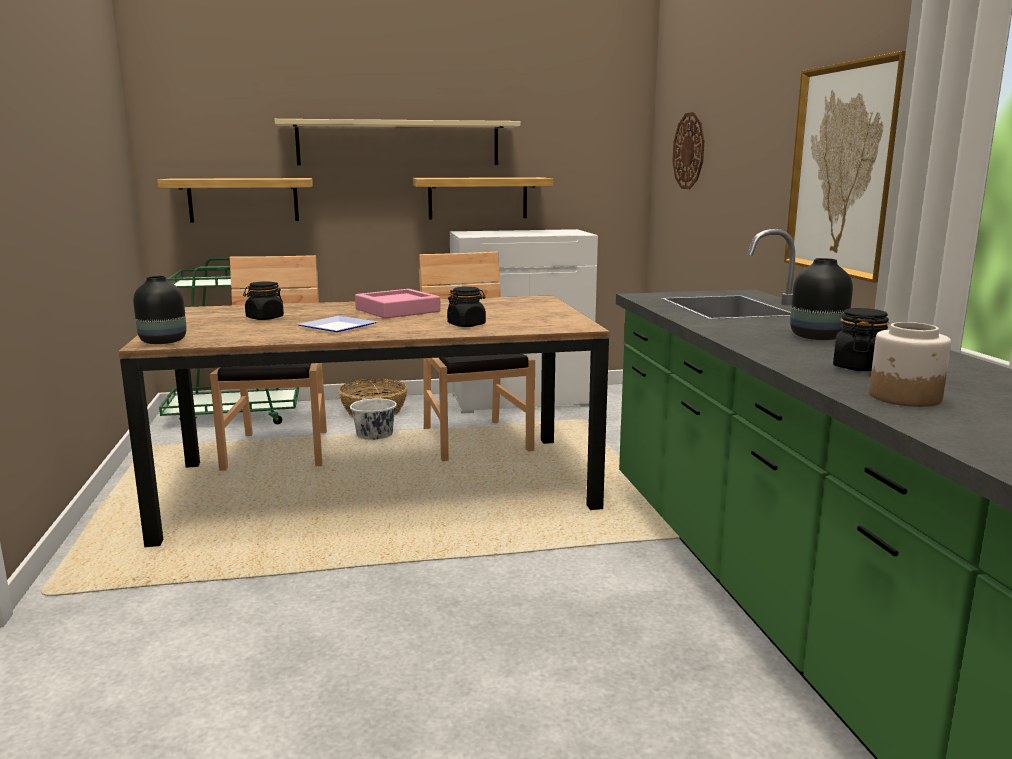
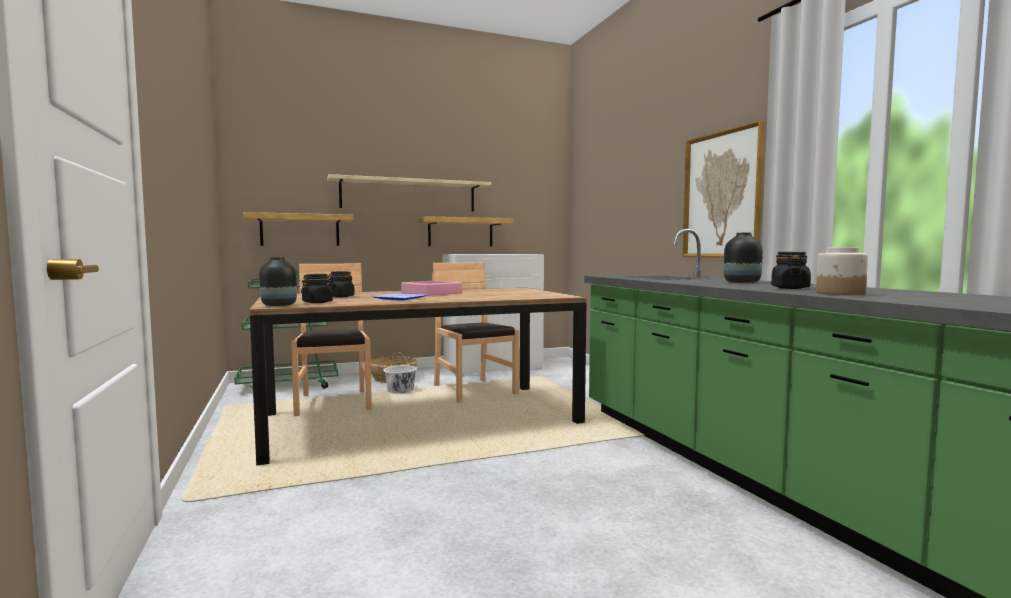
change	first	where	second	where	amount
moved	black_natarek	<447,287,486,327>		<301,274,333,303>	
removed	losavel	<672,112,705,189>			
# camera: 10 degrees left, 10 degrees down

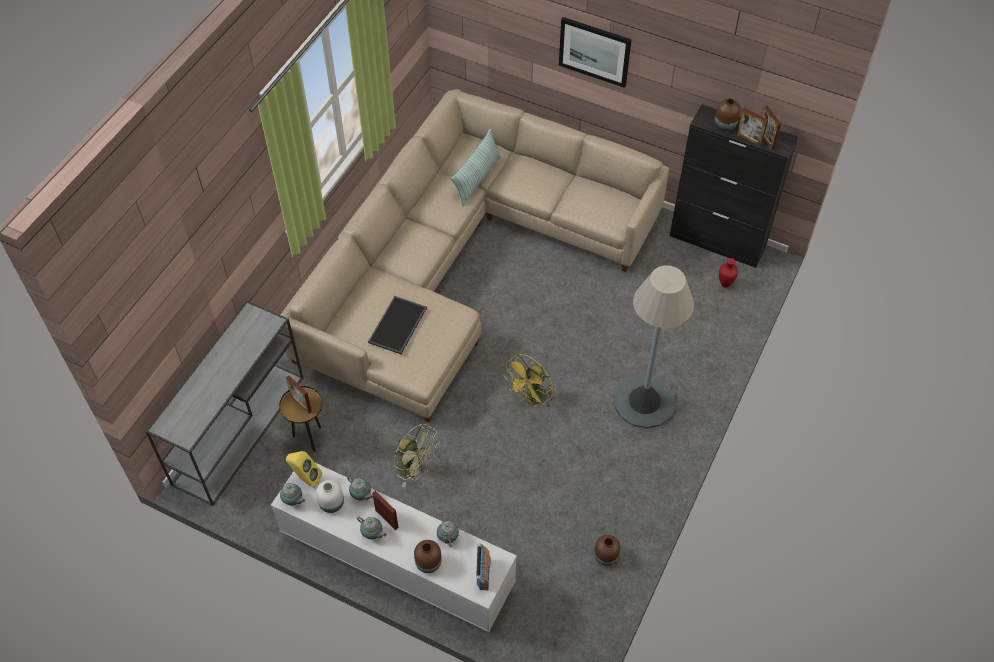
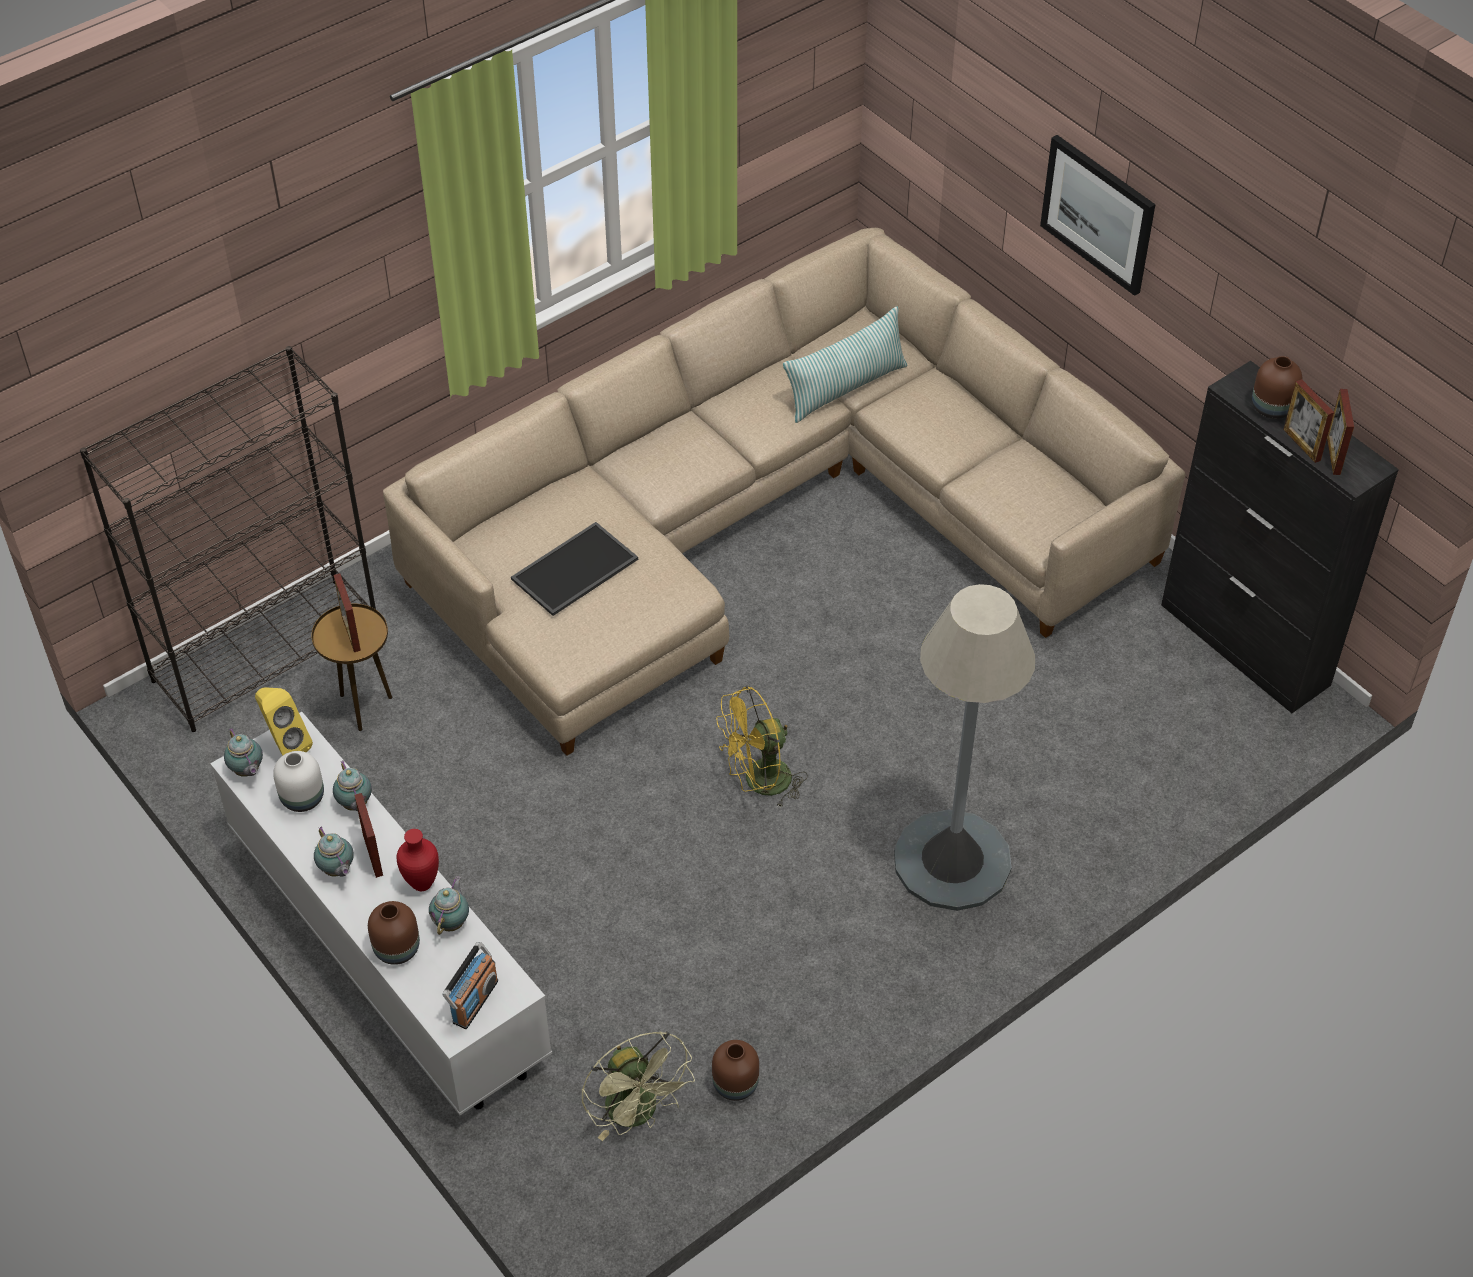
change	first	where	second	where	amount
replaced	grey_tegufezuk	<145,301,303,506>	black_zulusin	<80,346,376,732>	
moved	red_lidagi	<719,258,738,288>		<396,829,439,891>	
moved	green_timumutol	<393,423,440,488>		<581,1031,695,1141>	
# camera: 25 degrees right, 5 degrees down

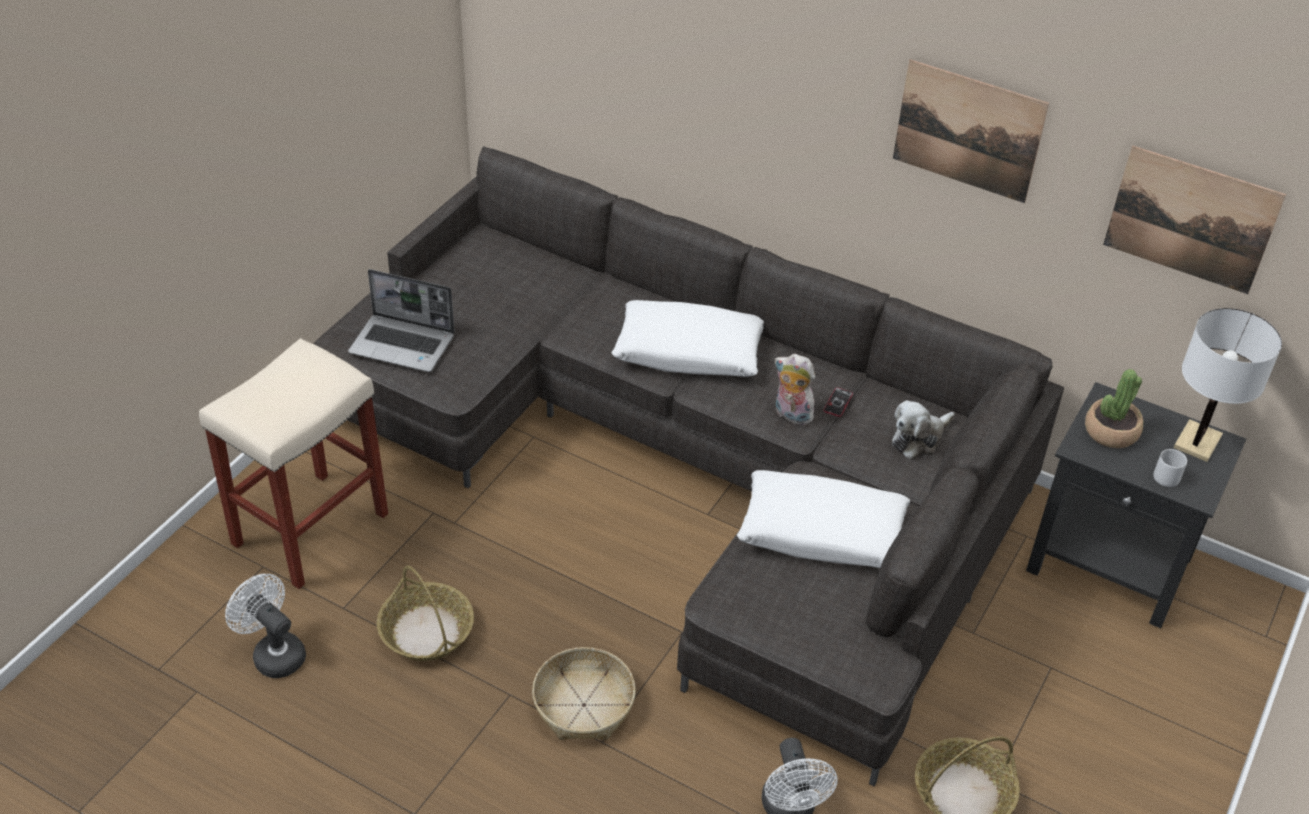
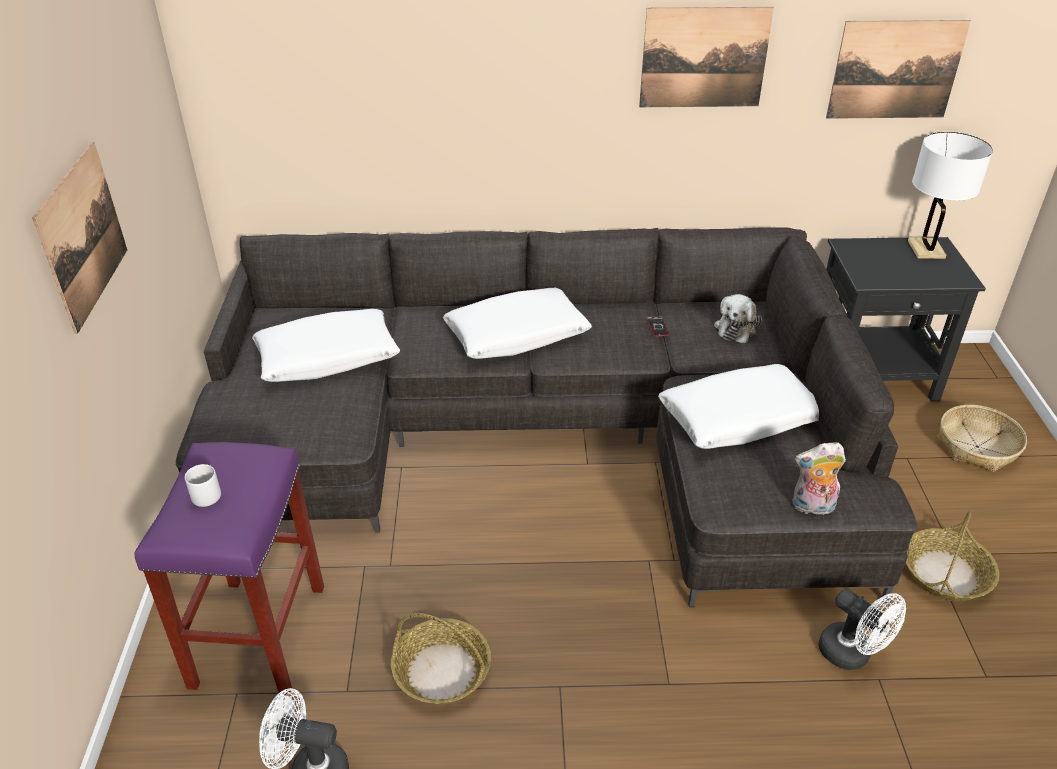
change	first	where	second	where	amount
added			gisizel	<32,142,127,334>	
recoloured	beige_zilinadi	<199,338,388,589>	purple_zilinadi	<135,442,324,696>	
moved	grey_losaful	<1154,449,1187,487>		<185,464,221,507>	
added			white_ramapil	<252,309,400,382>	
moved	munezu	<774,354,817,425>		<792,442,846,515>	
moved	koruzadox	<532,647,636,740>		<939,405,1027,472>	
removed	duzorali	<348,269,455,372>			
removed	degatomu	<1085,369,1143,448>			
# camera: 30 degrees left, 5 degrees down

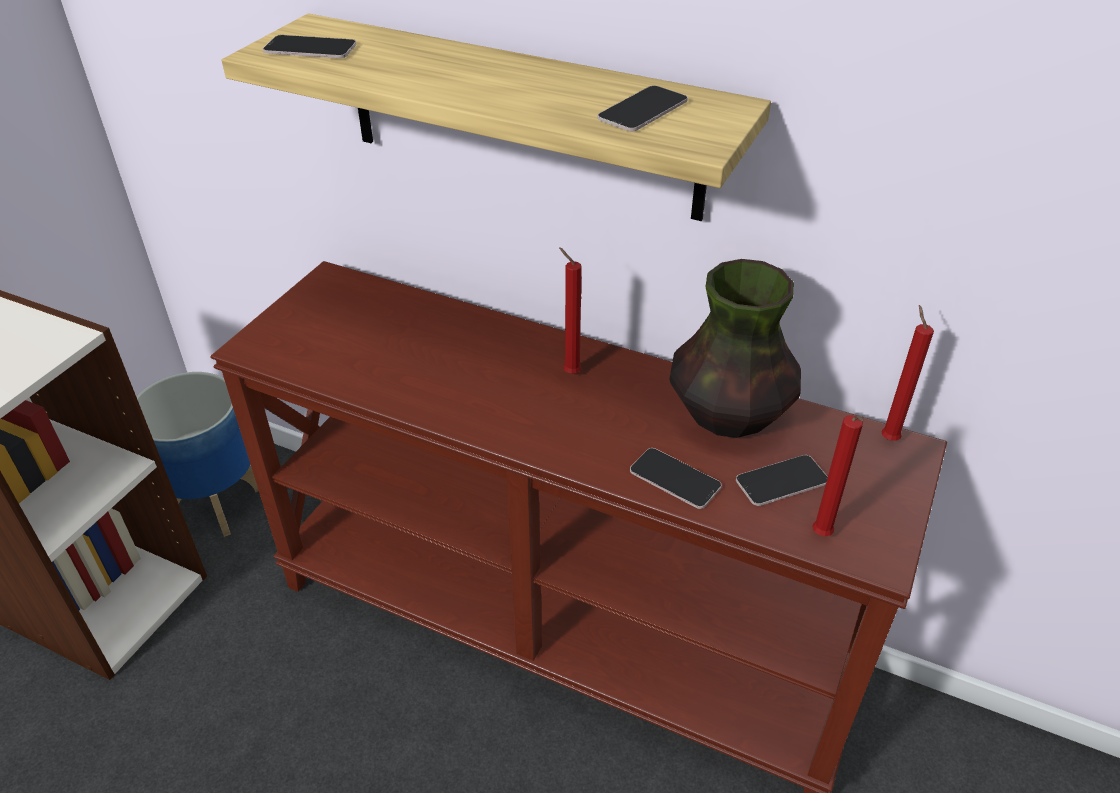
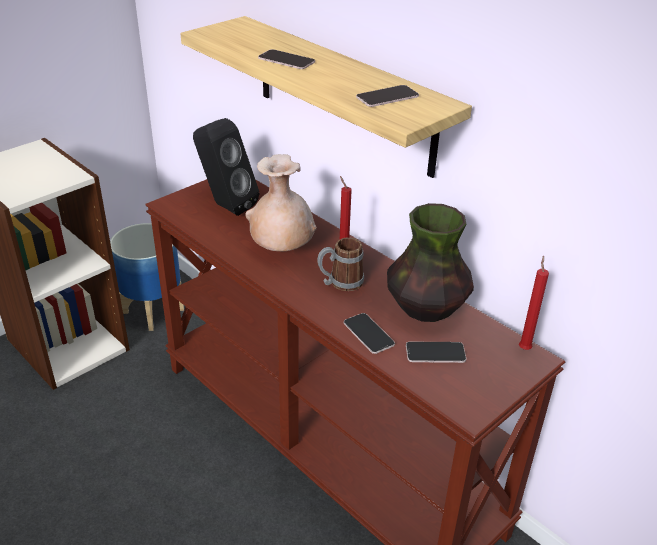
change	first	where	second	where	amount
added			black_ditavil	<193,118,259,216>	
added			beige_lidagi	<245,154,317,251>	
moved	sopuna	<263,35,356,58>		<258,49,315,69>	
added			losaful	<317,237,364,291>	
removed	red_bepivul	<812,415,864,536>			
# camera: 20 degrees right, 5 degrees down

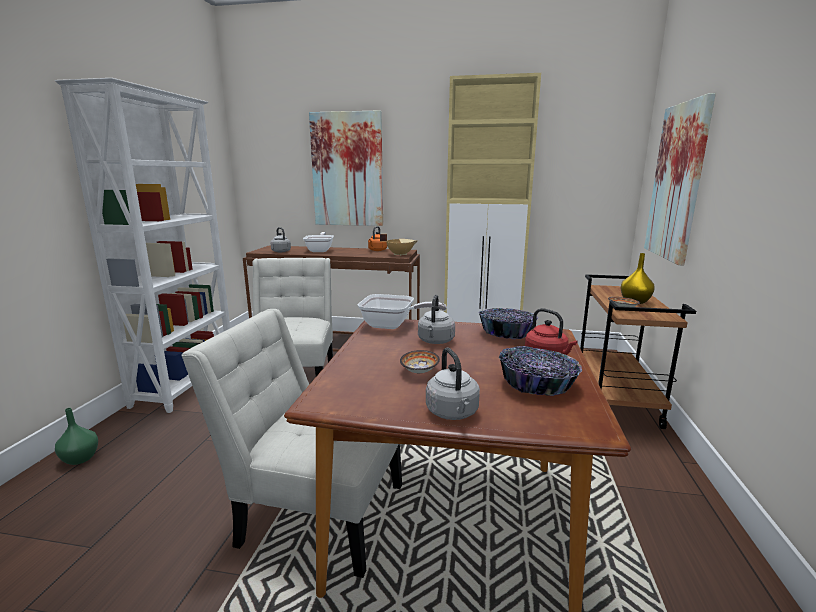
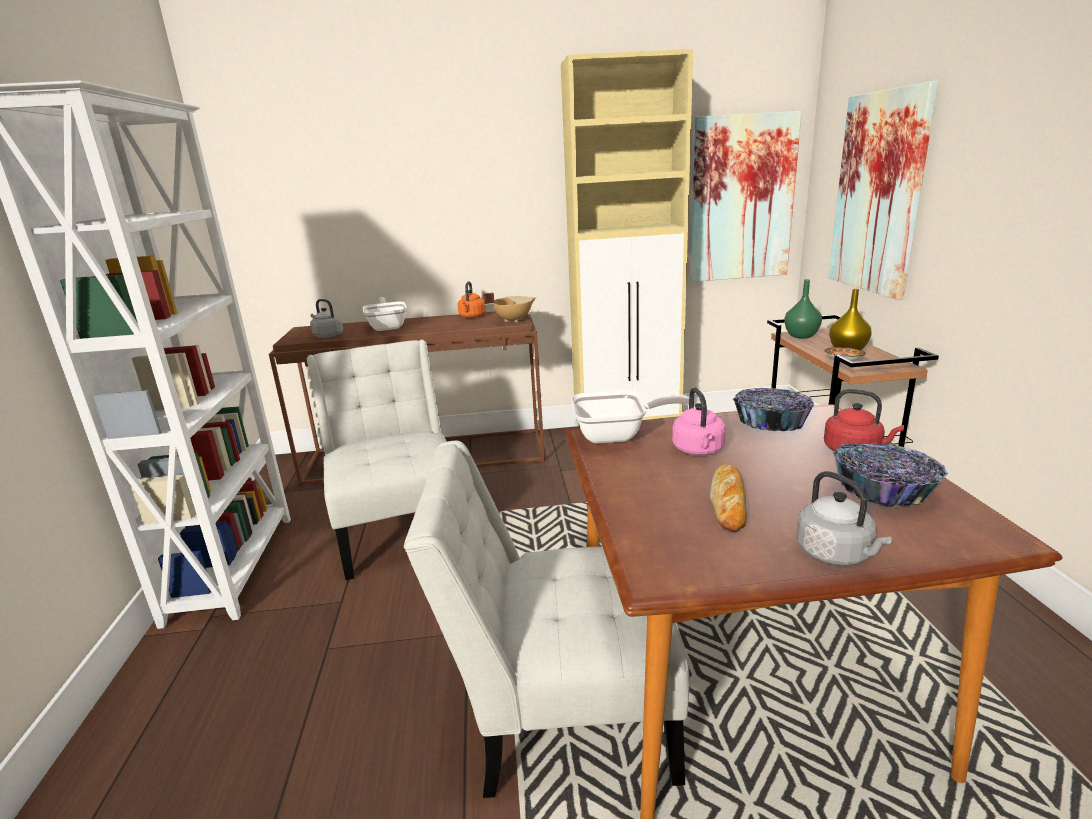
change	first	where	second	where	amount
recoloured	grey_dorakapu	<418,295,455,344>	pink_dorakapu	<672,387,726,456>	
moved	gisizel	<309,110,383,226>		<690,111,802,282>	
replaced	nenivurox	<400,350,440,373>	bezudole	<710,464,747,532>	
moved	green_lidagi	<55,408,98,465>		<784,279,822,339>	
# camera: 15 degrees left, 5 degrees up

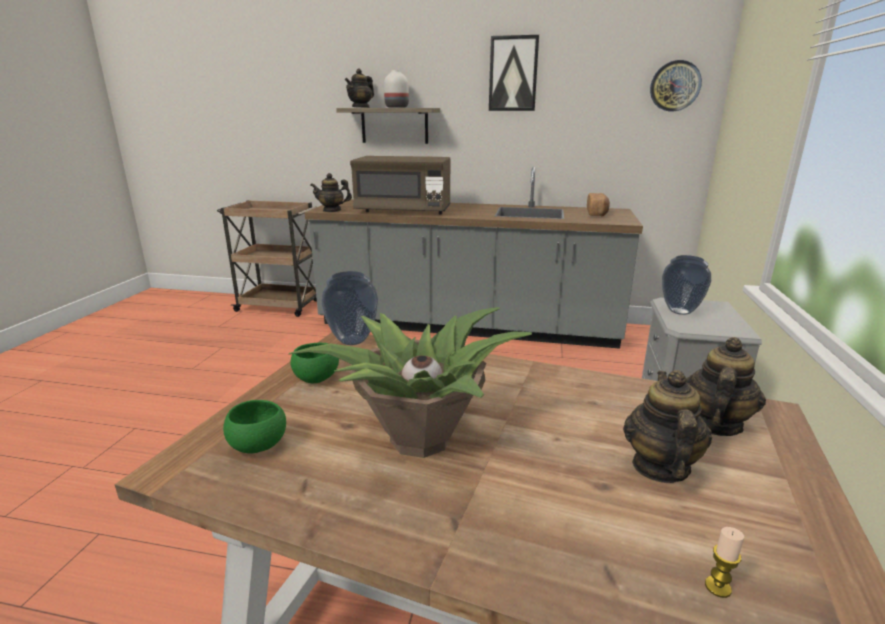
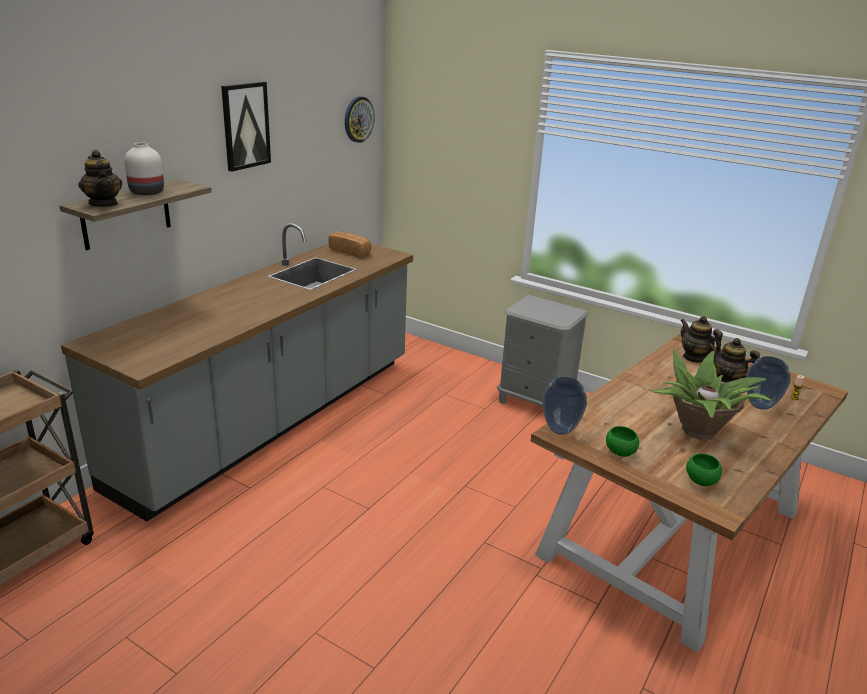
change	first	where	second	where	amount
moved	lidagi	<662,255,711,315>		<746,356,791,410>	
removed	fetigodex	<310,173,352,212>			
removed	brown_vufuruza	<350,156,451,214>			
# camera: 70 degrees left, 5 degrees up

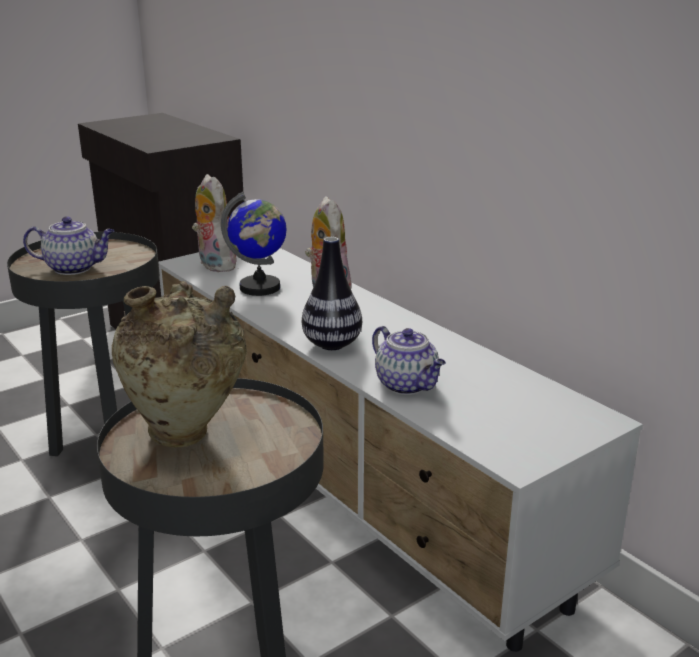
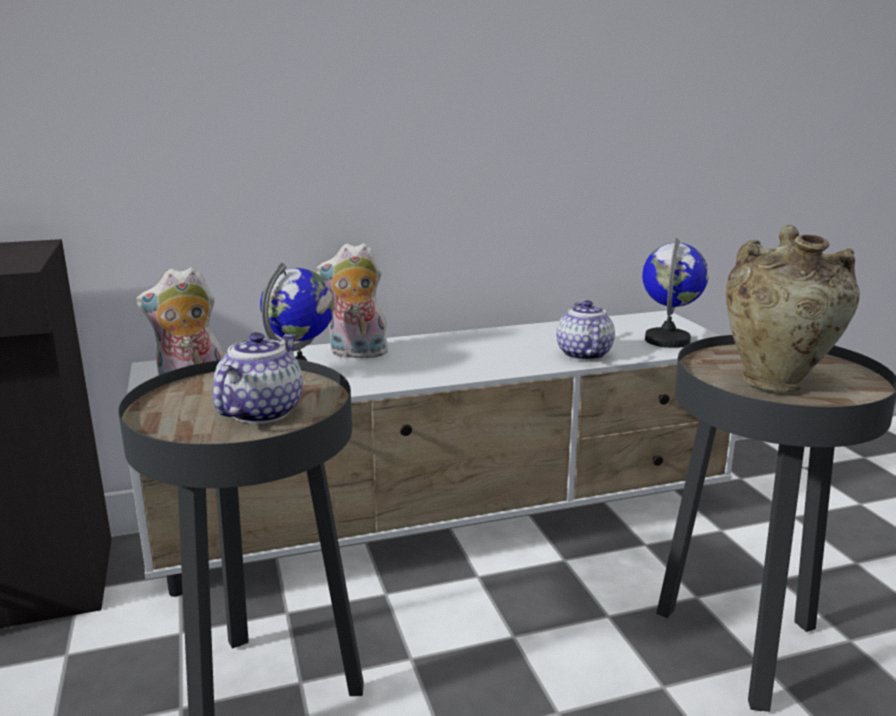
change	first	where	second	where	amount
turned	fetigodex	<372,326,446,395>		<556,300,615,361>	75 degrees counterclockwise
added			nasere	<642,238,709,348>	
removed	lidagi	<302,237,362,350>			
# camera: 70 degrees left, 5 degrees down

